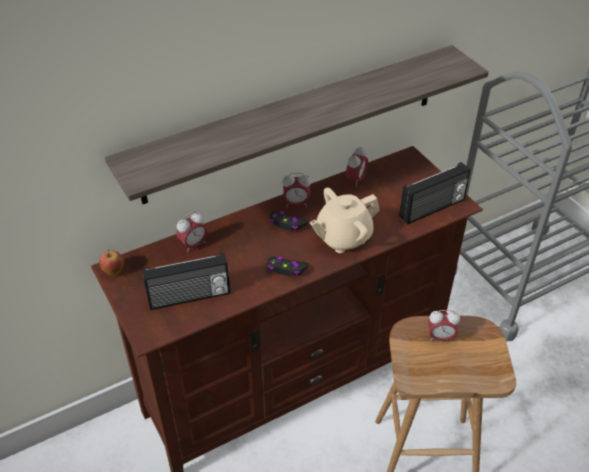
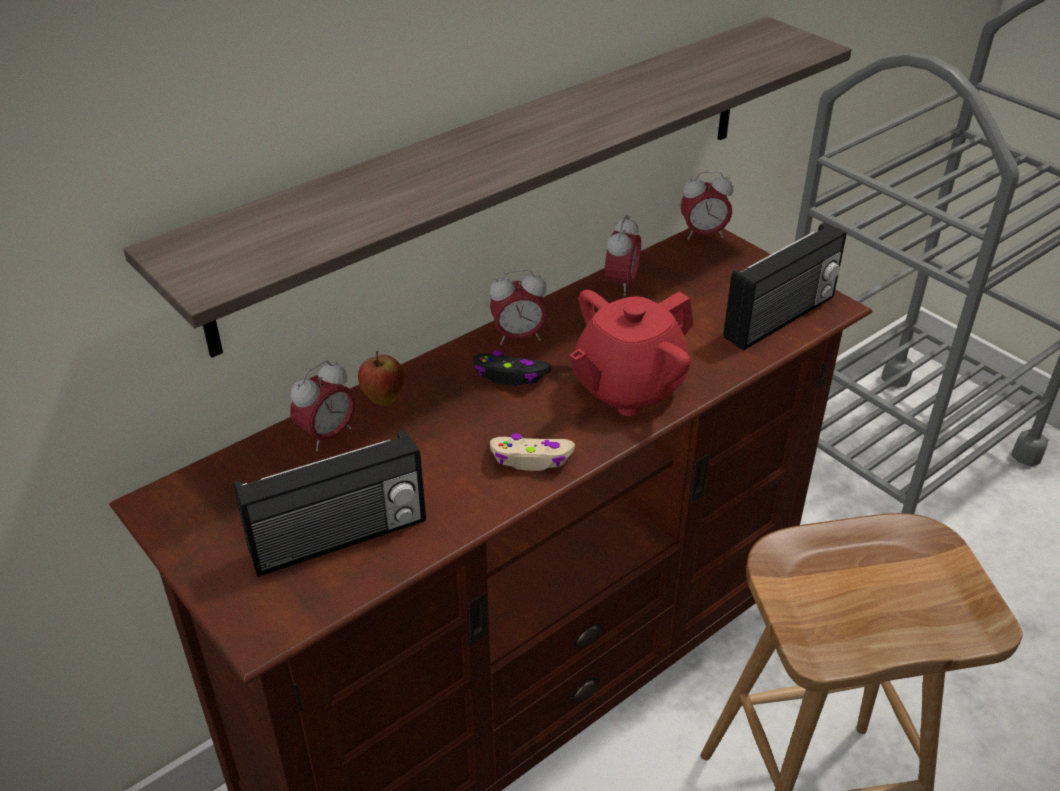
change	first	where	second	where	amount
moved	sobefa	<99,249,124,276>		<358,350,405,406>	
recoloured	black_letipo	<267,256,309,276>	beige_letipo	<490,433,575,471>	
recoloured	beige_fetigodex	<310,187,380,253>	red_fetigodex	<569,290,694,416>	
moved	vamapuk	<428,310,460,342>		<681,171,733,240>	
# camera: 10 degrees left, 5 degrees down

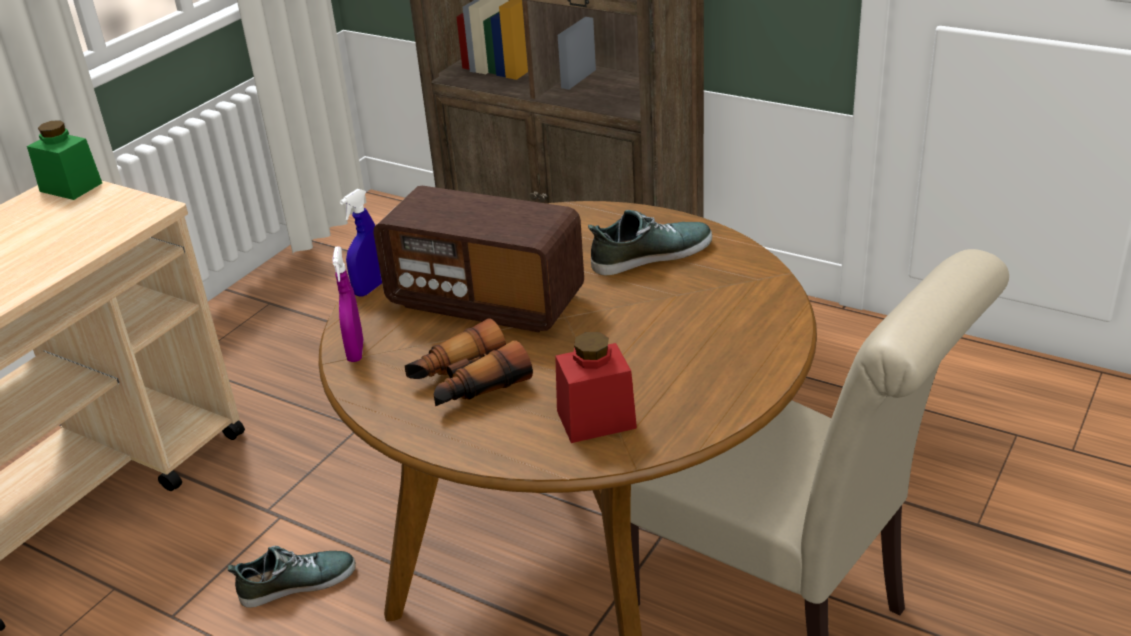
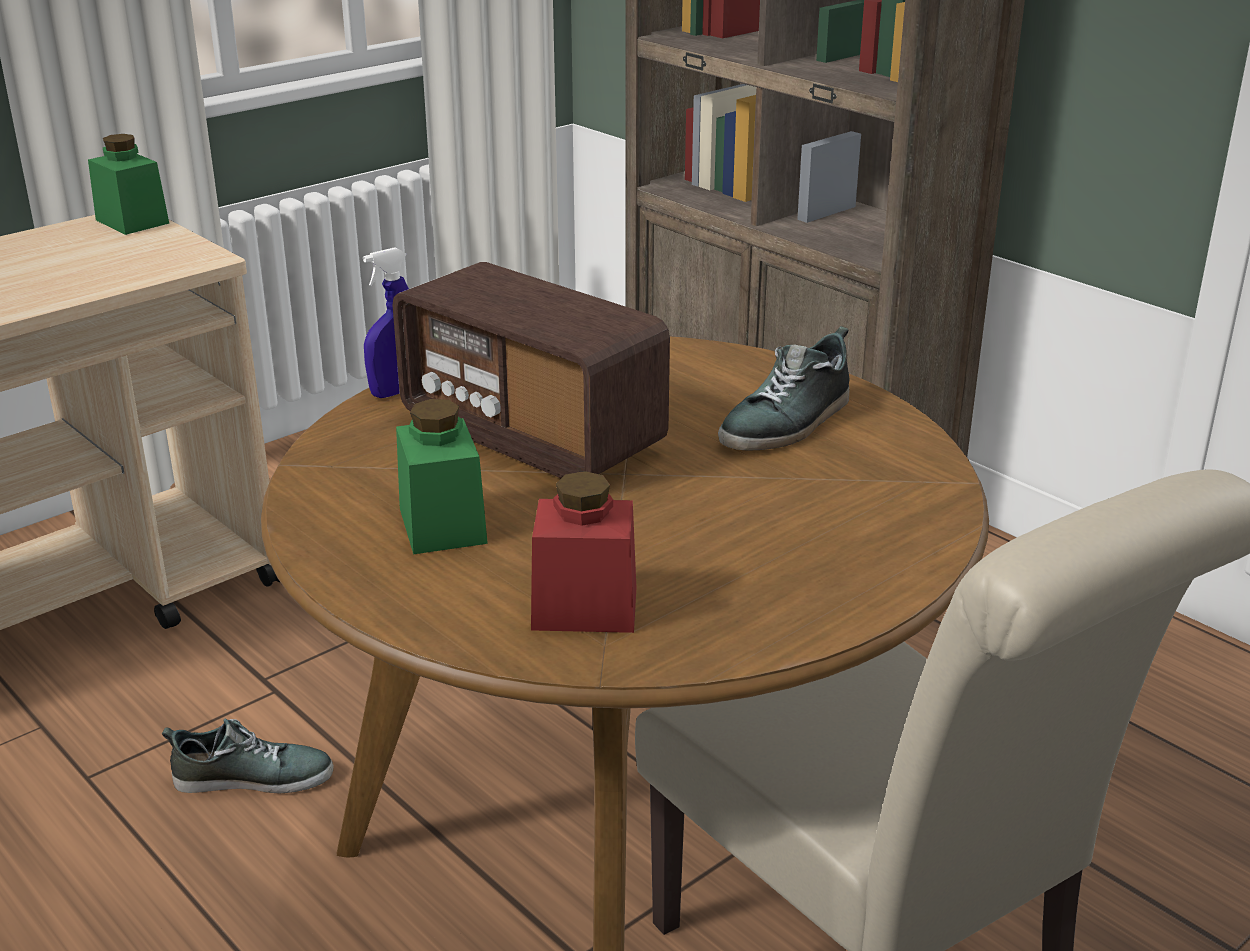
change	first	where	second	where	amount
replaced	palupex	<405,318,533,406>	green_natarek	<396,399,488,554>	
turned	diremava	<588,210,712,275>		<718,326,849,451>	135 degrees clockwise
removed	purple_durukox	<332,246,363,362>			
# camera: 15 degrees right, 5 degrees down

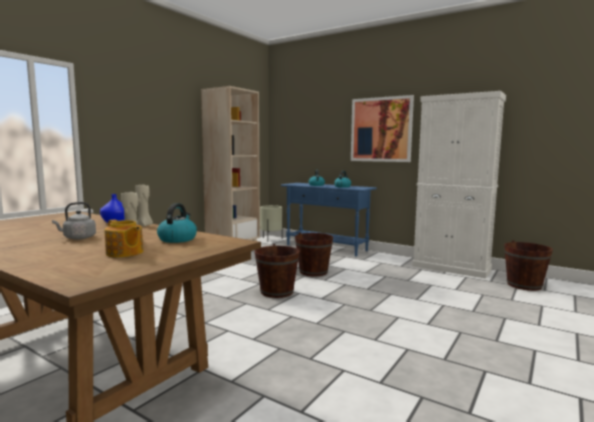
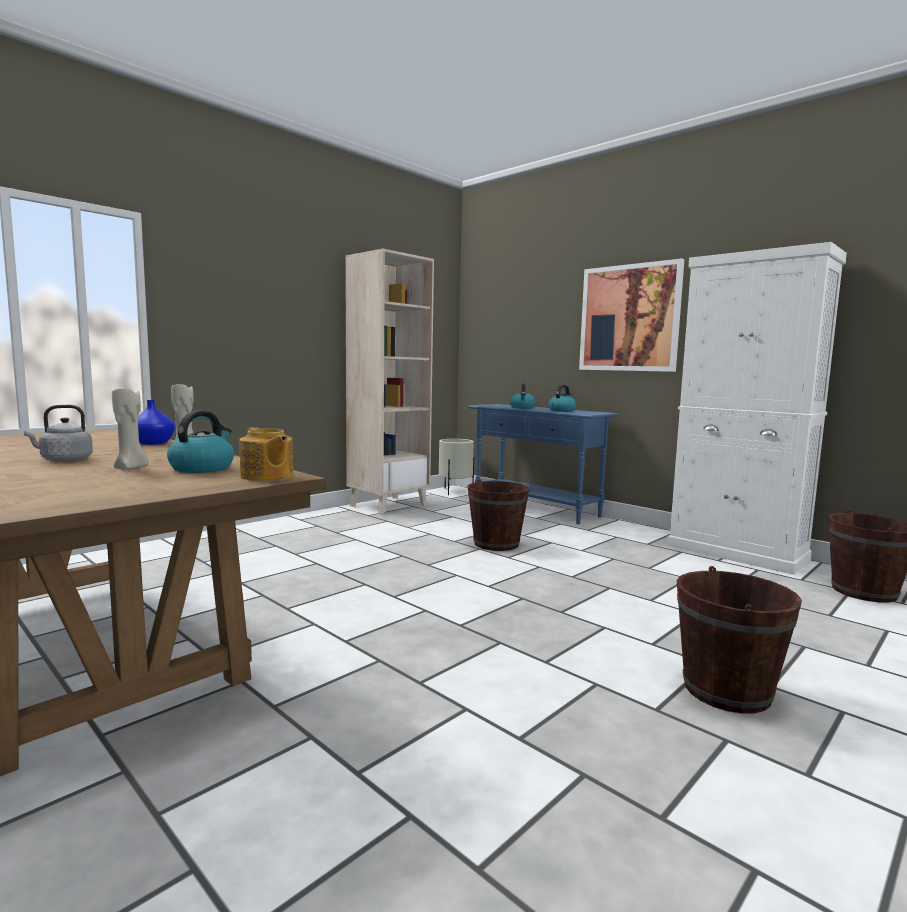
change	first	where	second	where	amount
moved	fetigodex	<104,219,143,258>		<239,427,293,481>	
moved	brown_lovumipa	<255,244,299,298>		<677,566,802,713>	
# camera: 10 degrees right, 0 degrees up

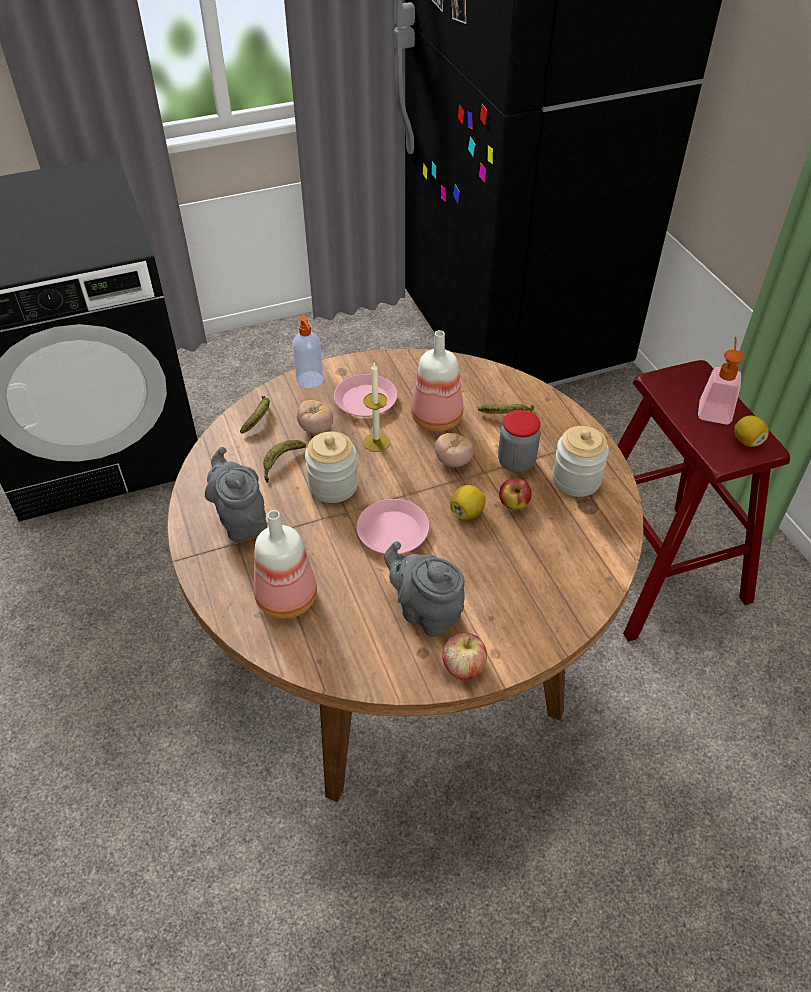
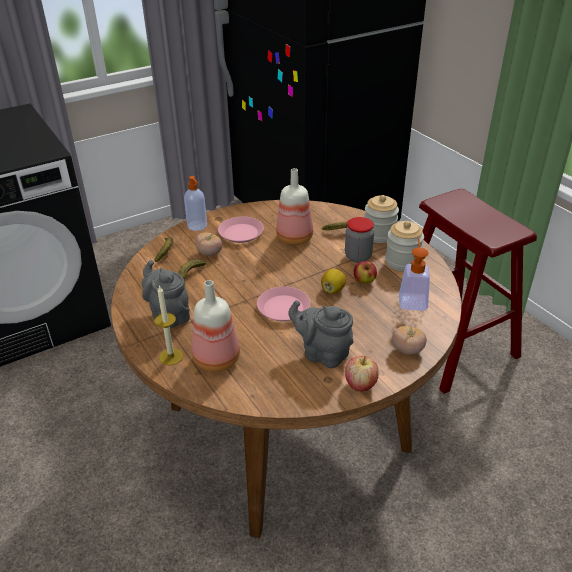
change	first	where	second	where	amount
moved	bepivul	<363,363,390,452>		<154,285,183,365>	
moved	natarek	<305,432,358,503>		<364,195,399,243>	
moved	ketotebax	<435,433,474,467>		<392,326,427,355>	
moved	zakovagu	<698,337,744,424>		<399,238,430,311>	
removed	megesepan	<734,416,769,447>			
# camera: 10 degrees left, 10 degrees down

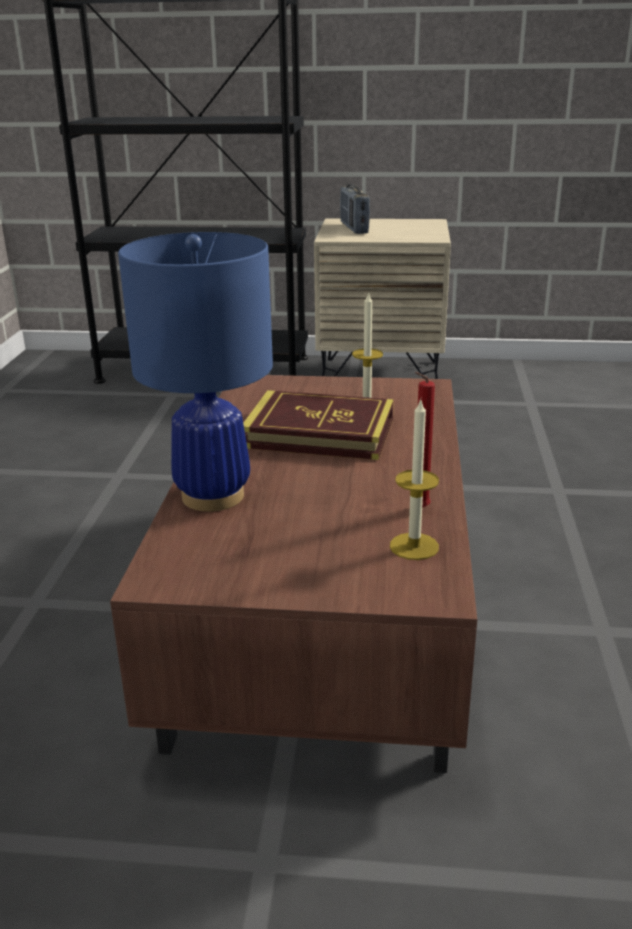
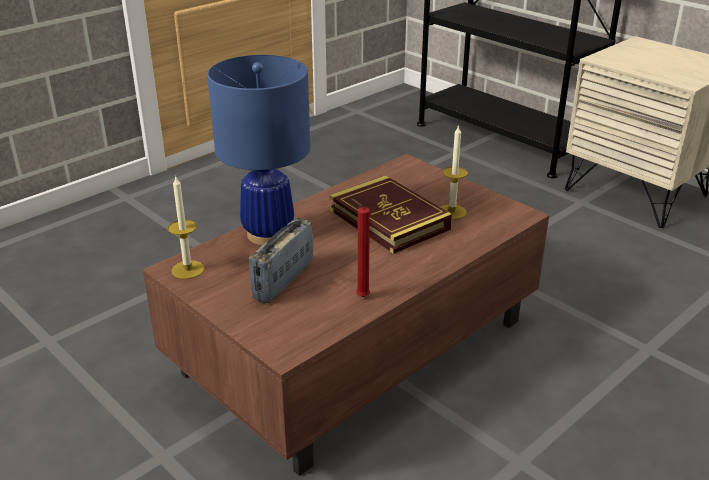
change	first	where	second	where	amount
moved	bepivul	<390,399,439,560>		<168,177,205,279>	
moved	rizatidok	<340,184,370,234>		<249,218,313,303>	
# camera: 40 degrees right, 5 degrees up

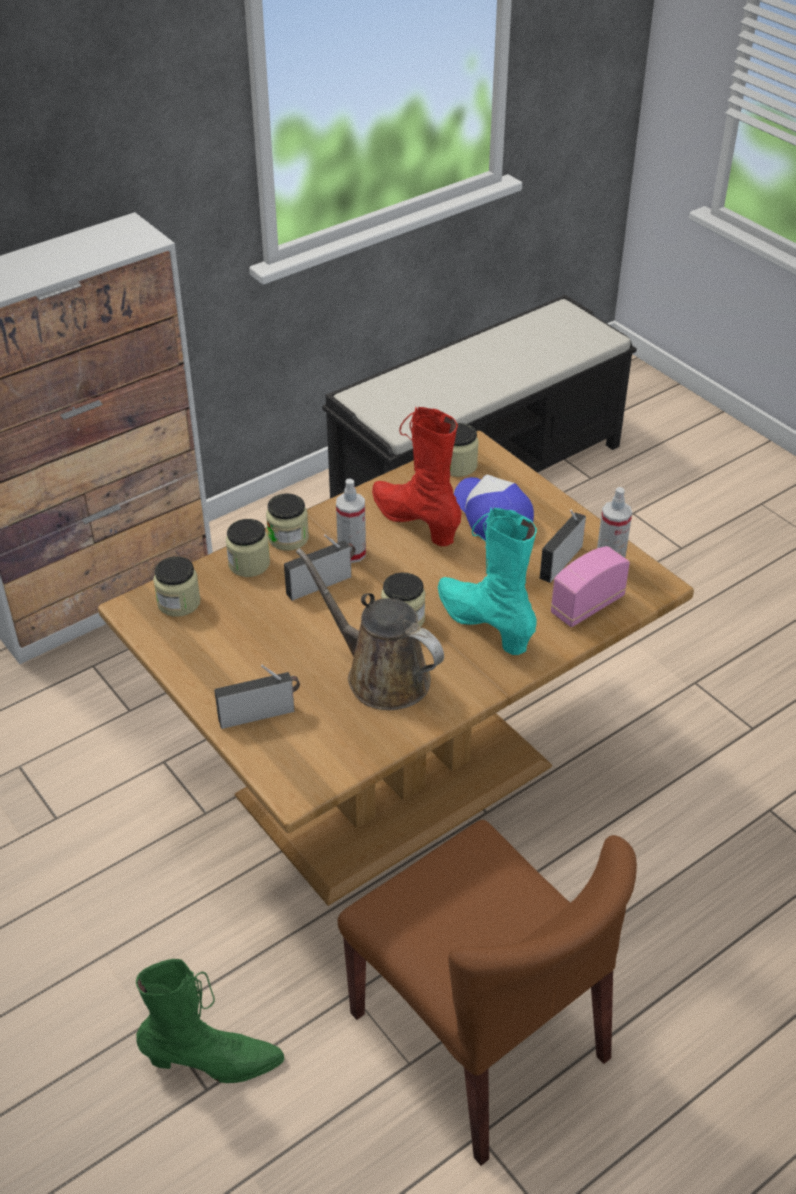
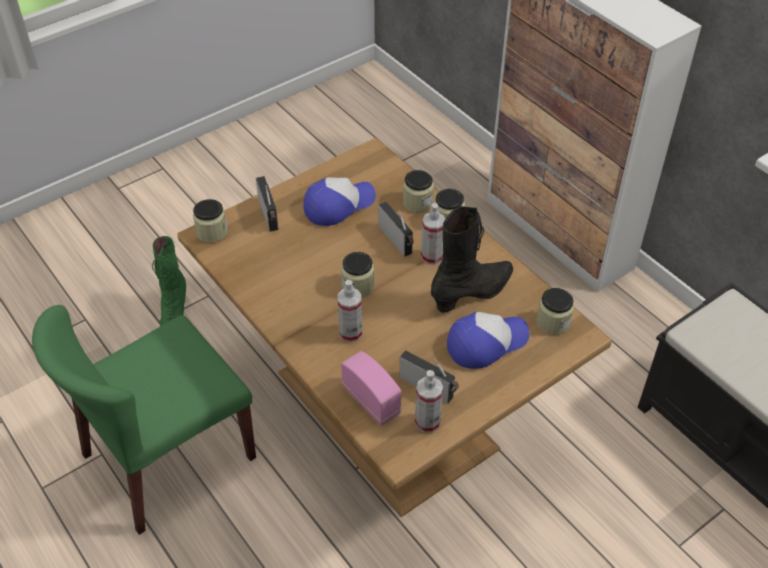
change	first	where	second	where	amount
recoloured	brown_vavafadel	<338,820,637,1166>	green_vavafadel	<32,305,256,535>	
moved	natarek	<153,556,200,617>		<193,199,228,243>	
added			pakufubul	<303,177,376,226>	
replaced	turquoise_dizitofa	<438,508,537,655>	durukox	<337,280,362,343>	
recoloured	red_dizitofa	<372,407,462,546>	black_dizitofa	<431,206,513,313>	
removed	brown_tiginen	<296,548,444,710>			
# camera: 90 degrees right, 5 degrees up

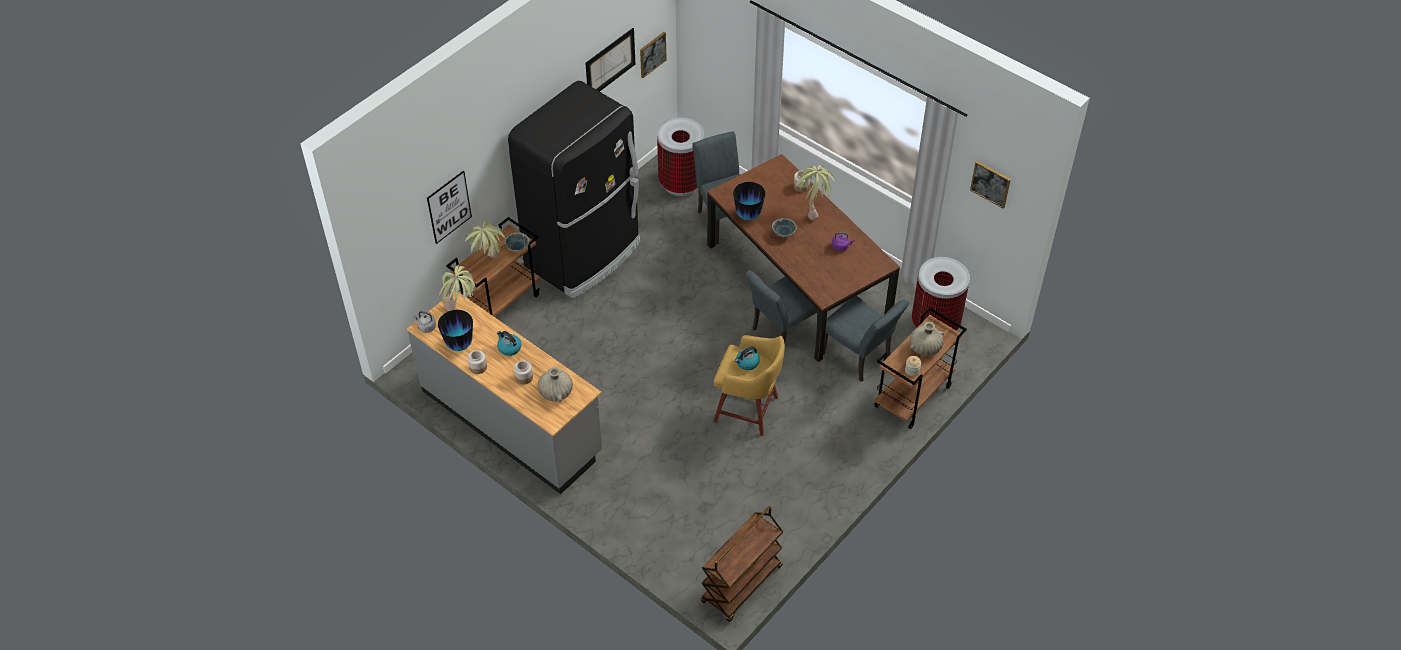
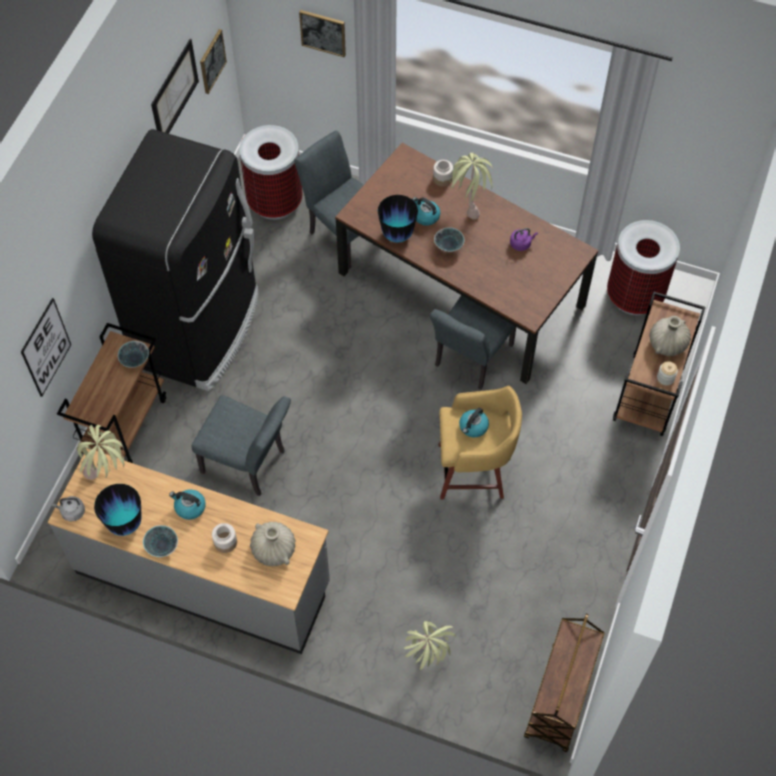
change	first	where	second	where	amount
replaced	natarek	<468,350,487,374>	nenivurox	<143,525,178,557>	
moved	grey_vavafadel	<823,296,909,382>		<191,395,291,496>	
moved	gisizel	<970,161,1011,208>		<299,10,346,57>	
moved	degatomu	<465,221,506,258>		<403,621,456,670>	
added			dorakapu	<412,197,440,226>	
# camera: 20 degrees left, 10 degrees up

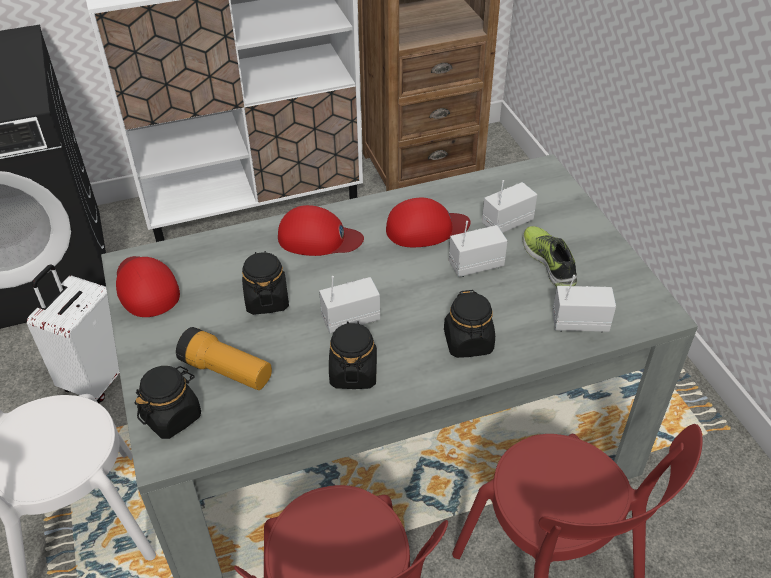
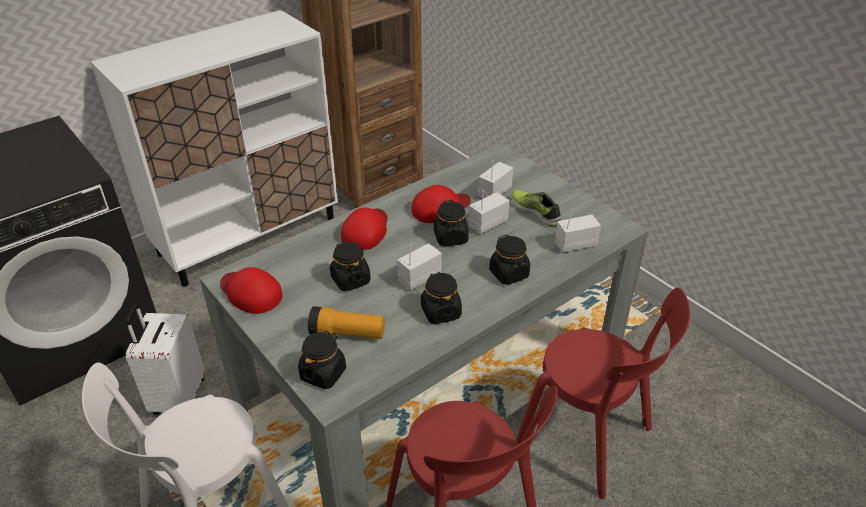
change	first	where	second	where	amount
turned	red_pakufubul	<278,205,364,256>		<341,208,388,250>	60 degrees counterclockwise
added			black_natarek	<434,200,469,246>	
# camera: 20 degrees left, 5 degrees down

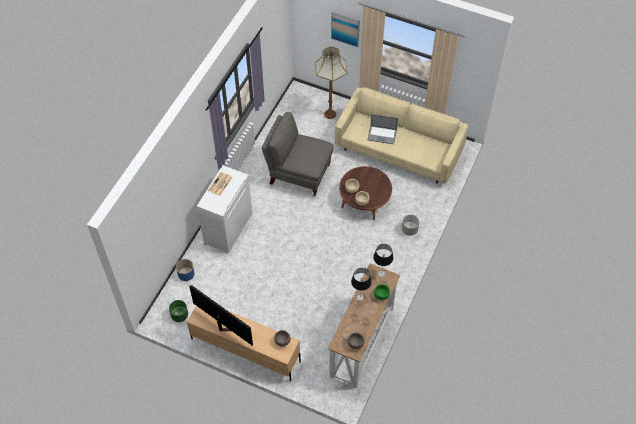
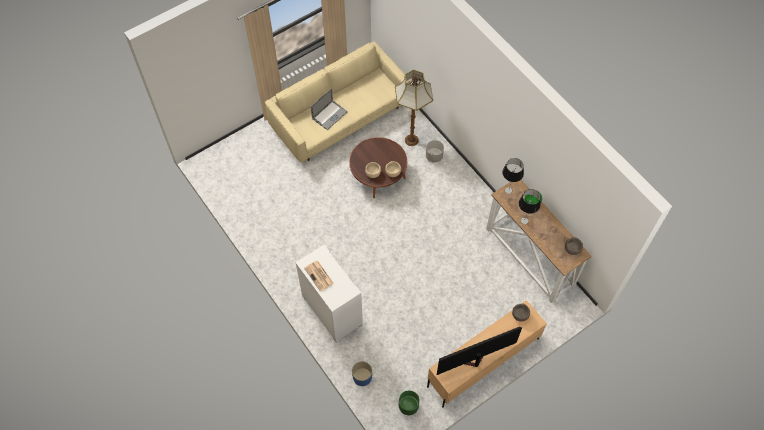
change	first	where	second	where	amount
moved	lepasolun	<315,46,348,119>		<395,70,433,146>	
removed	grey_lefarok	<262,112,333,196>			
removed	gisizel	<331,11,360,48>			
# camera: 60 degrees left, 5 degrees up

